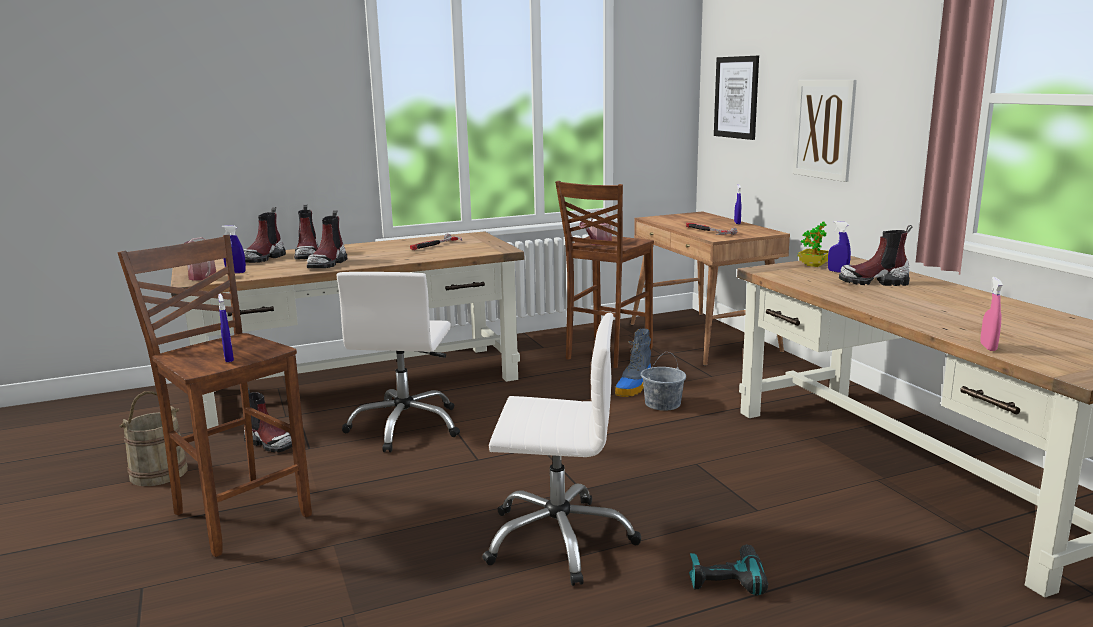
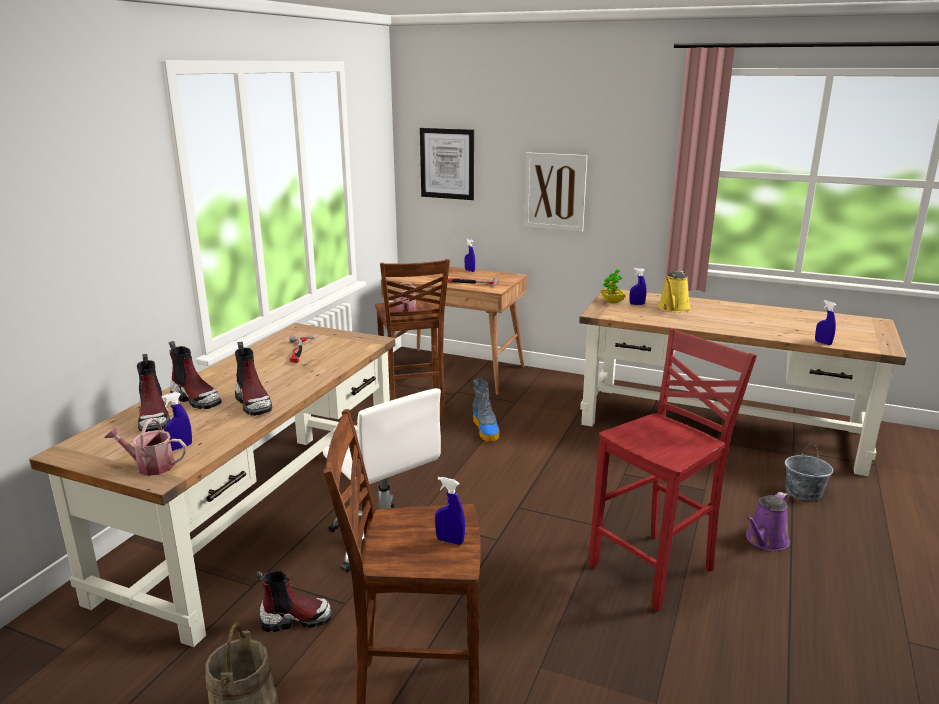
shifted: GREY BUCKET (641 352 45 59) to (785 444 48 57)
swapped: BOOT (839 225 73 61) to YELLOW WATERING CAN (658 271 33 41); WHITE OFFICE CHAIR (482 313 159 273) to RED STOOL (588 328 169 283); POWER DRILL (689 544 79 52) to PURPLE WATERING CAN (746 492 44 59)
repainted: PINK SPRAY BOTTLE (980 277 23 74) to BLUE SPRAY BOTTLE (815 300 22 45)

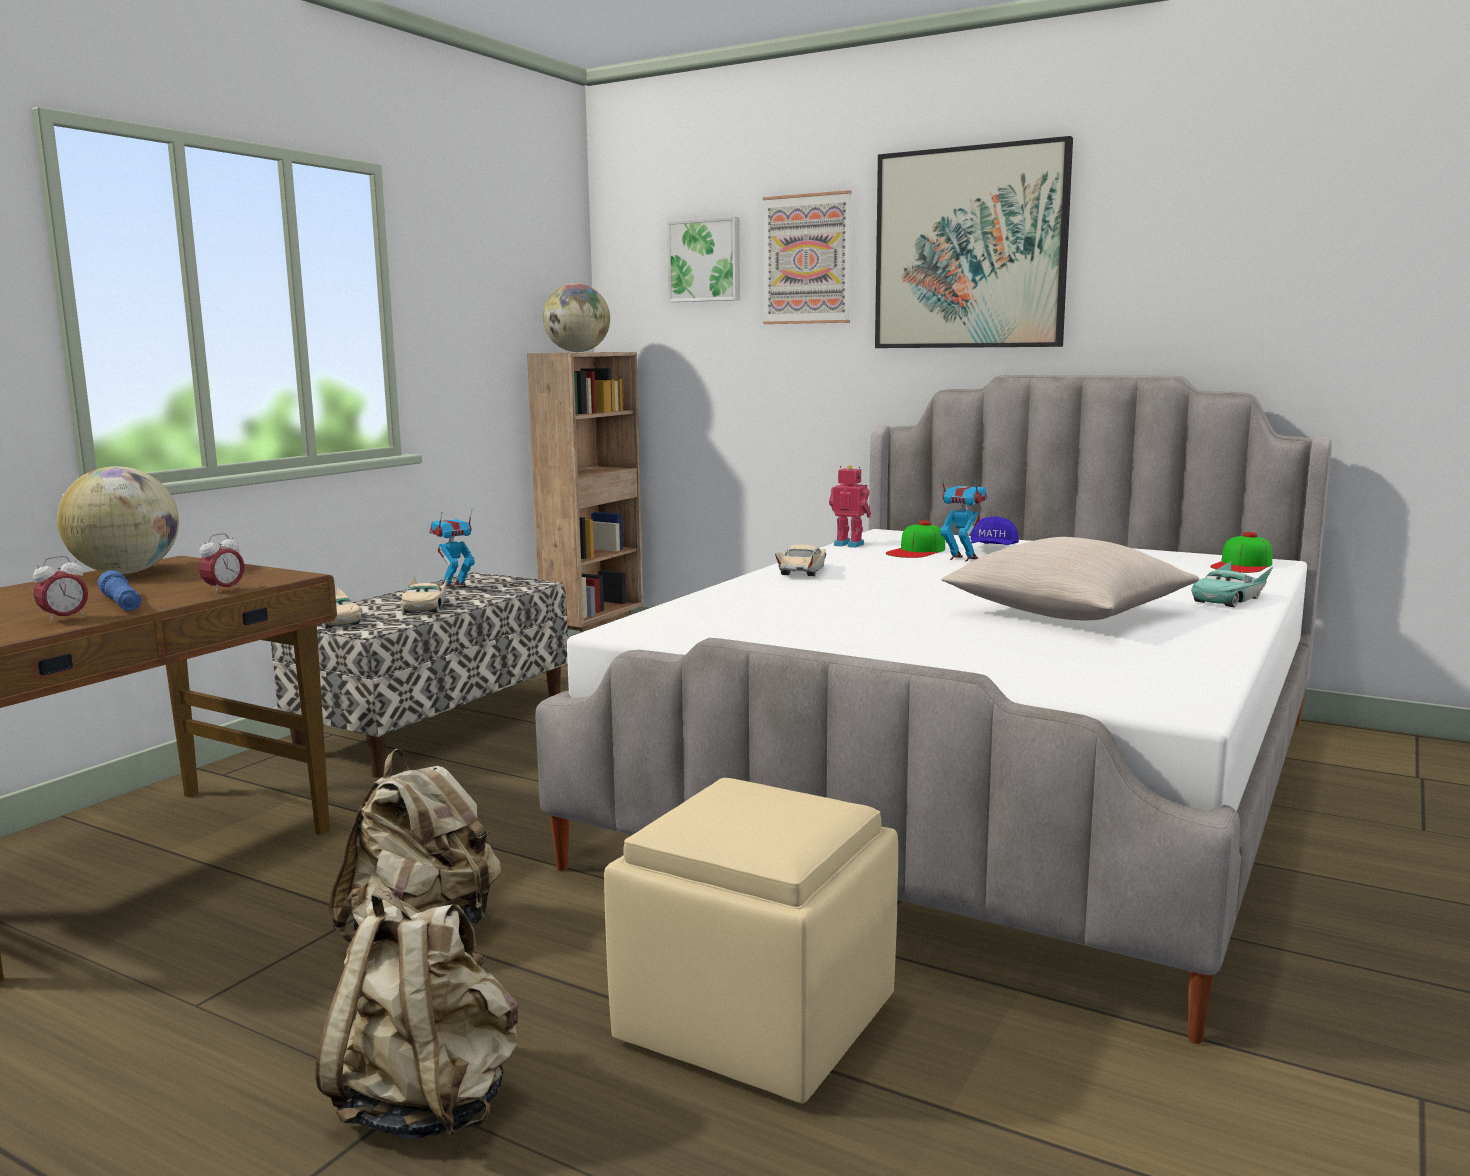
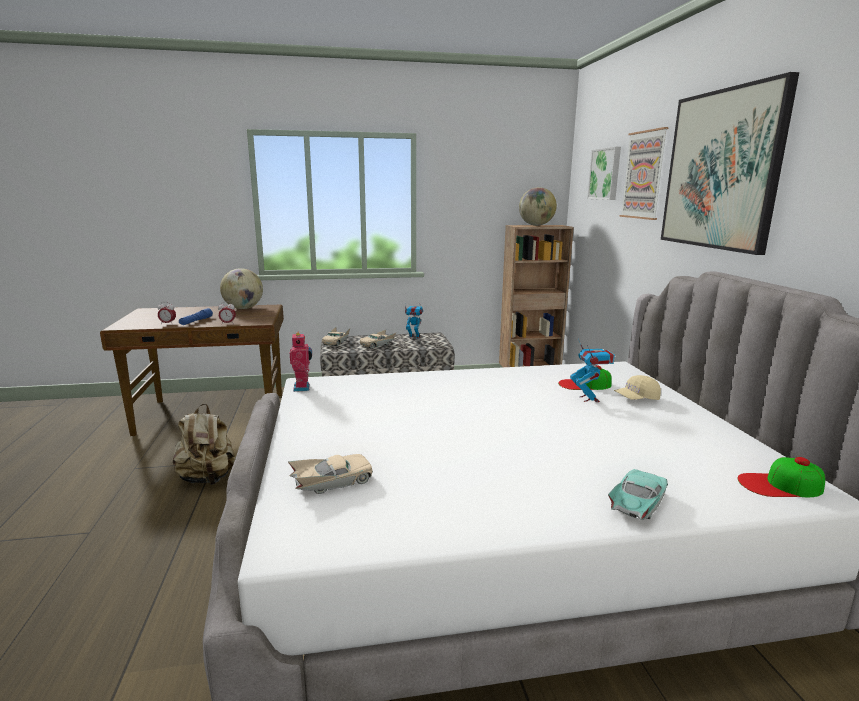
gone: BEIGE PILLOW (942 537 257 83); BEIGE OTTOMAN (604 778 294 325); BEIGE BACKPACK (316 889 202 249)
shifted: TOY ROBOT (829 465 42 83) to (290 332 22 60); BEIGE TOY CAR (775 545 51 31) to (288 454 85 40)
repainted: BLUE CAP (970 516 49 29) to BEIGE CAP (614 375 47 25)
rotated: TURQUOISE TOY CAR (1191 561 82 46) = (608 469 60 51) 120 degrees clockwise

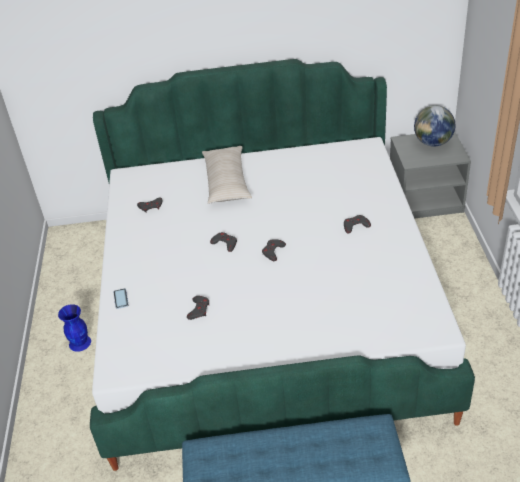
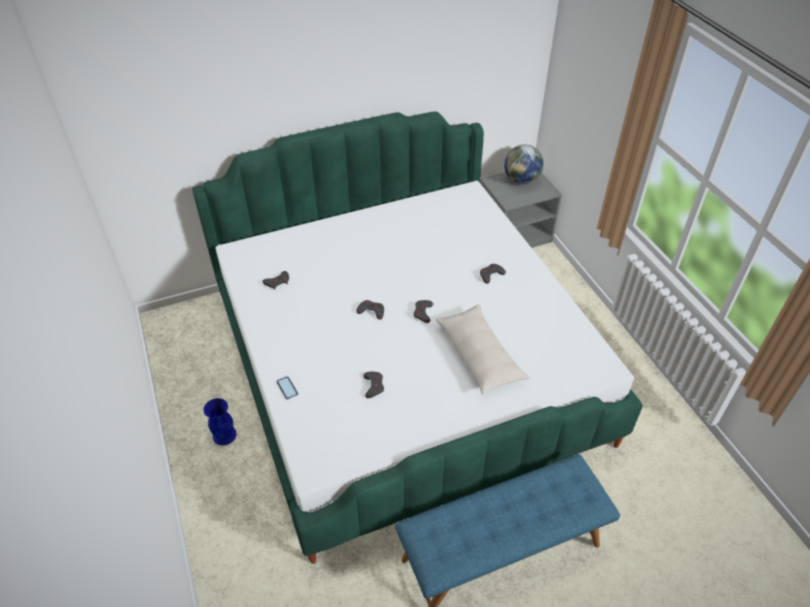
shifted: BEIGE PILLOW (202 146 50 58) to (436 305 94 90)

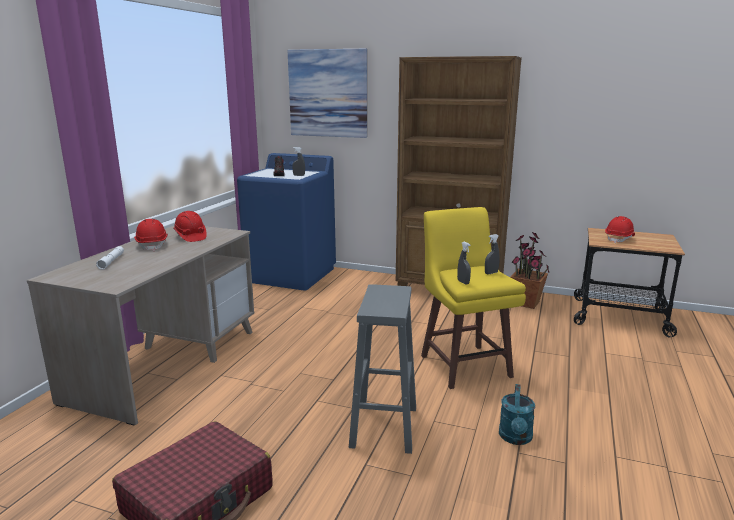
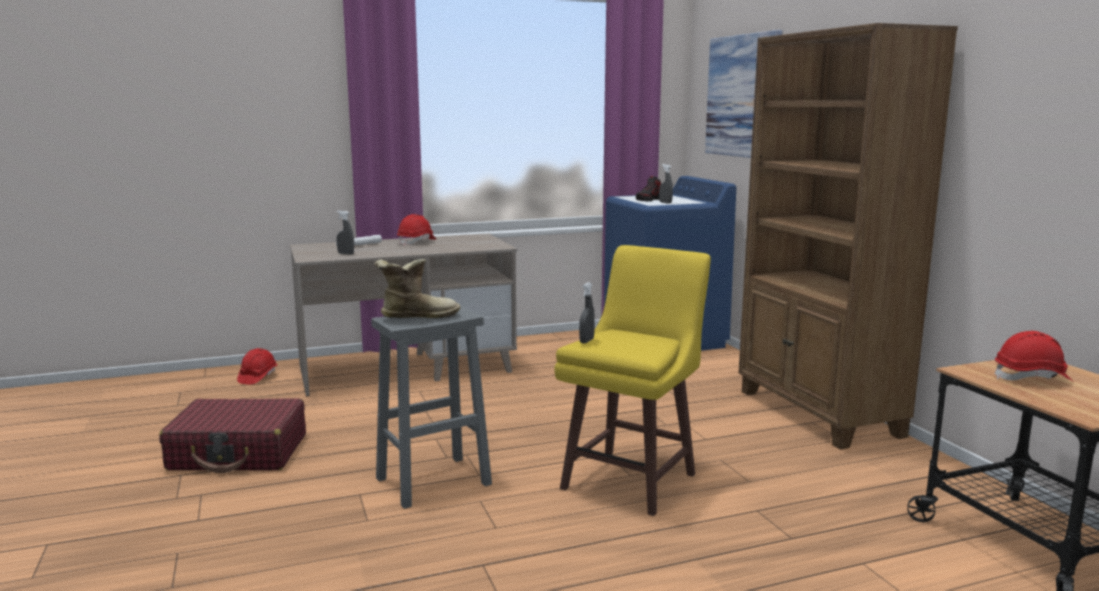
gone: POTTED PLANT (511 232 38 77); TURQUOISE WATERING CAN (499 384 36 61)
new: BOOT (374 259 86 59)
shifted: RED HARD HAT (173 211 34 31) to (237 348 40 37); GREY SPRAY BOTTLE (485 234 15 40) to (336 211 18 44)

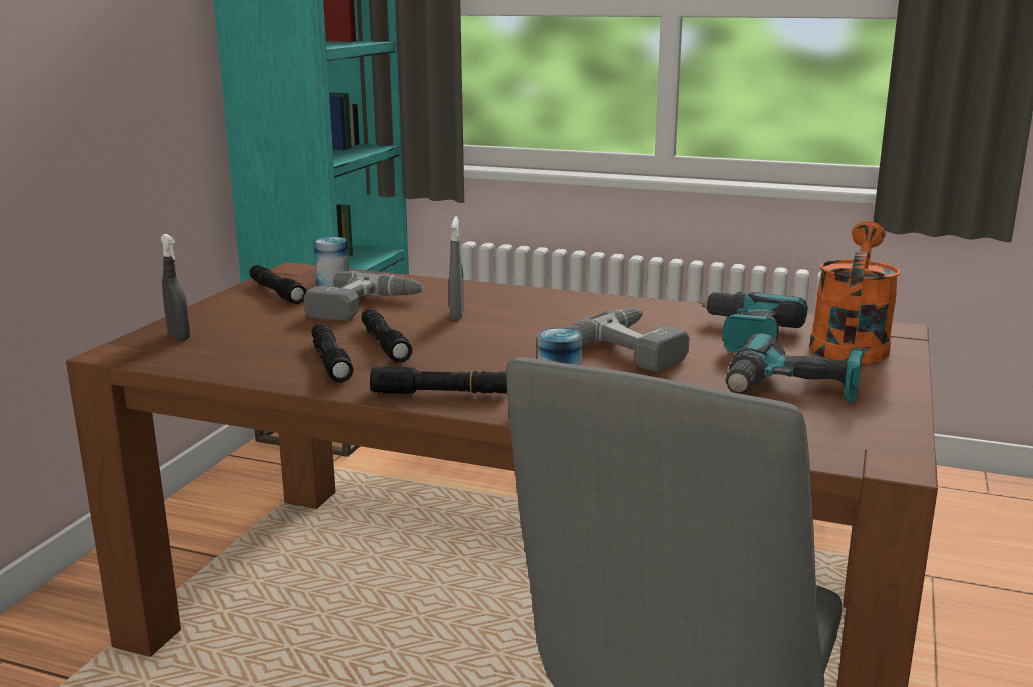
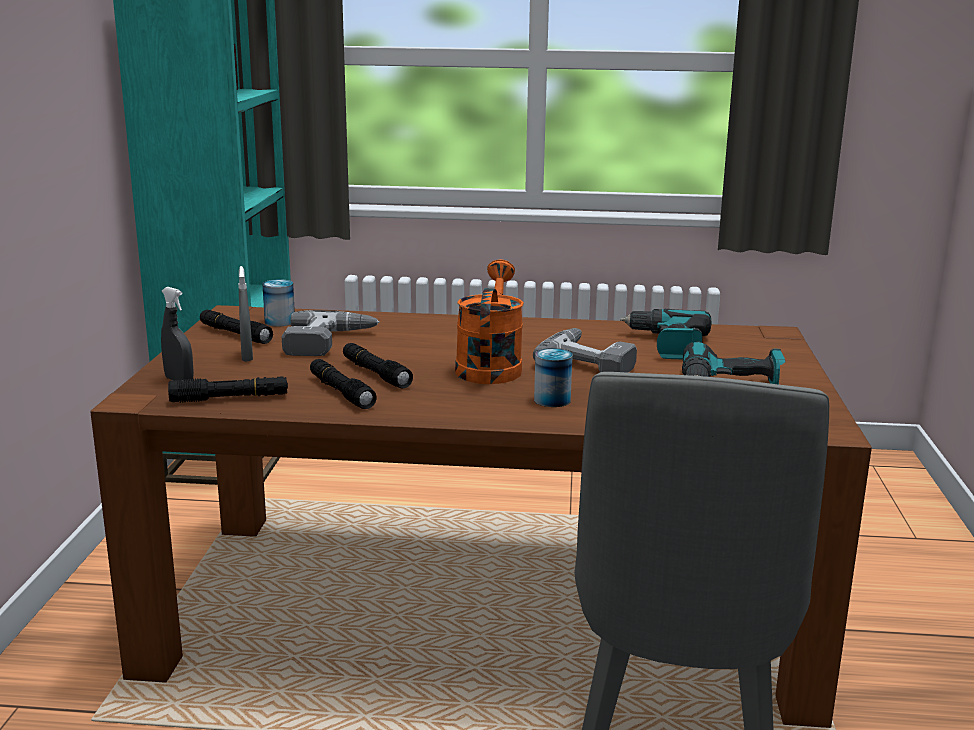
shifted: GREY SPRAY BOTTLE (449 216 15 104) to (238 266 15 96); ORANGE WATERING CAN (809 221 92 143) to (455 259 69 125); BLACK FLASHLIGHT (370 366 137 28) to (168 376 120 27)

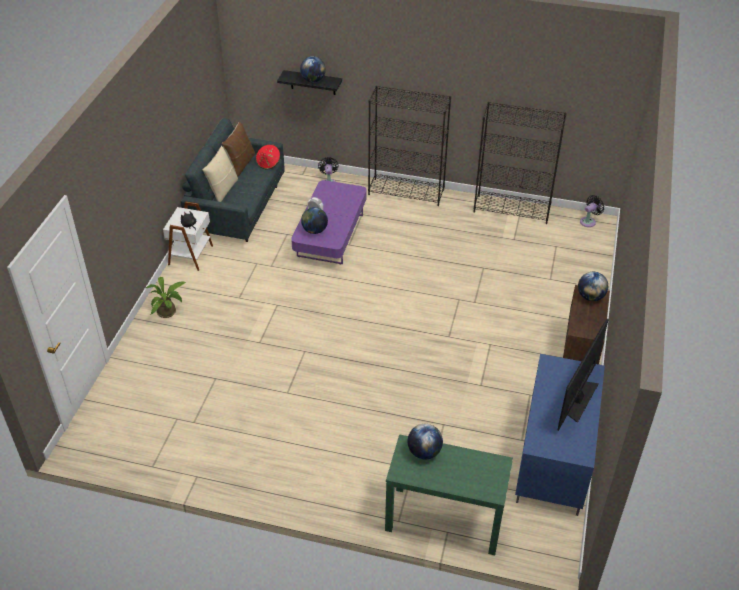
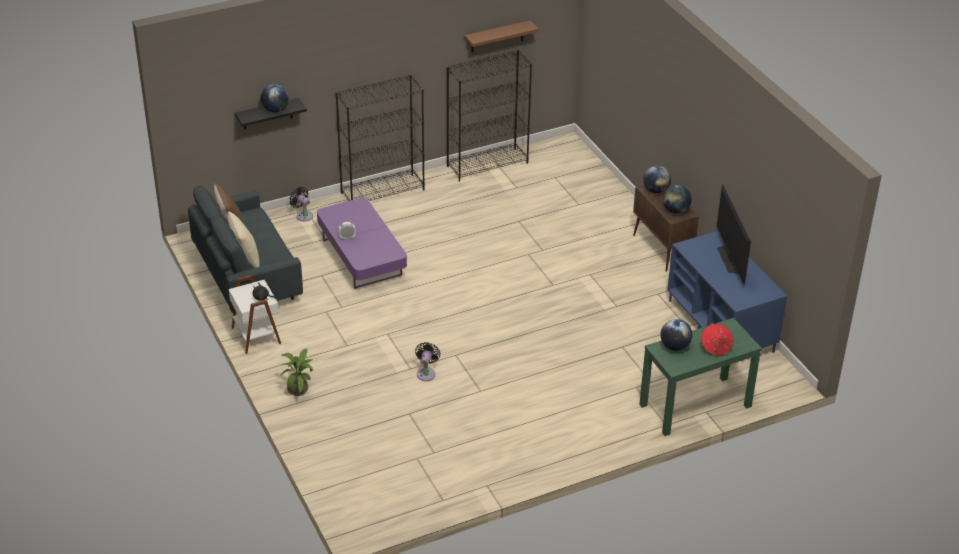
new: BROWN SHELF (465 20 74 32)
shifted: RED HAT (256 144 24 25) to (701 323 32 33); BLACK FAN (580 195 24 32) to (415 342 26 39); GLOBE (301 207 27 27) to (663 185 29 29)

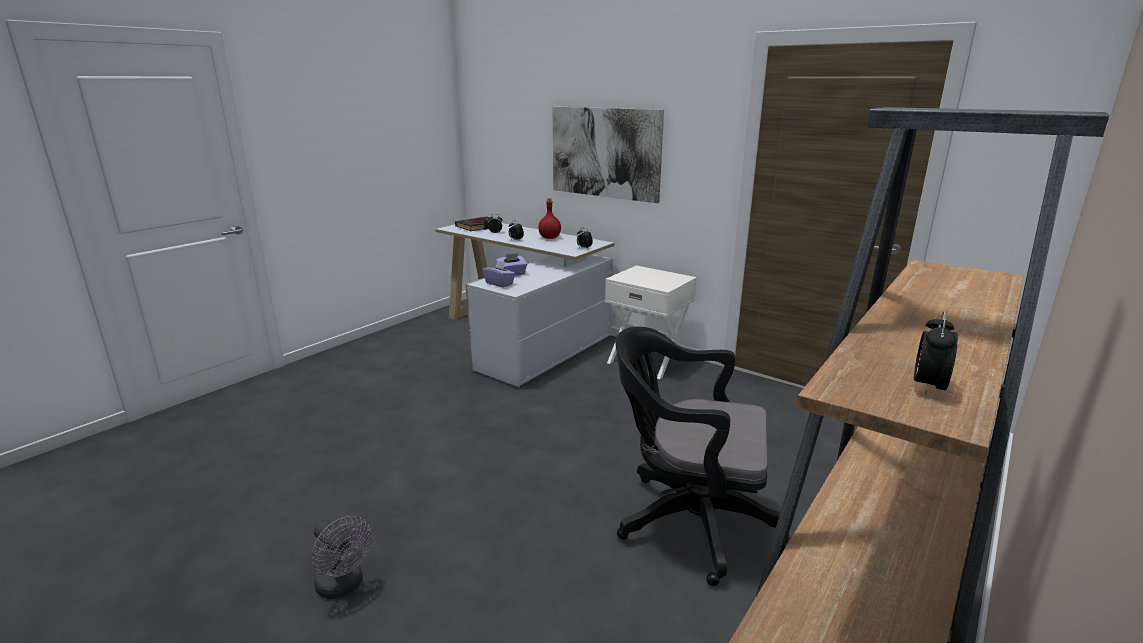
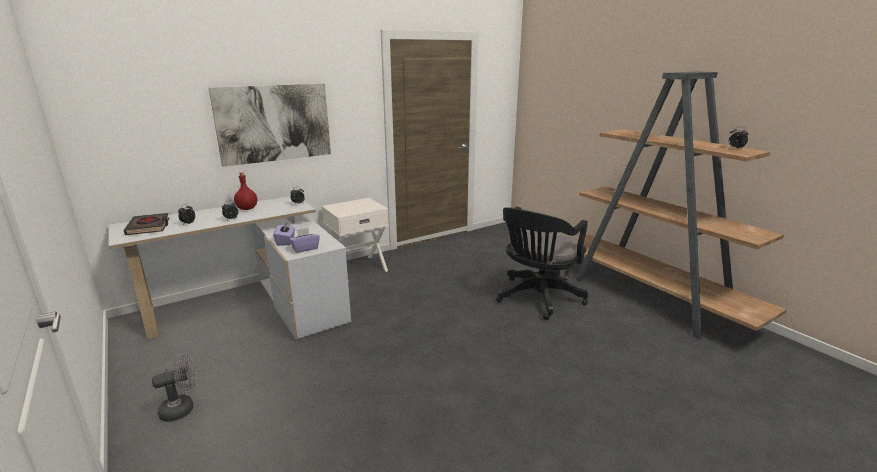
shifted: GREY FAN (312 516 60 83) to (152 353 45 69)

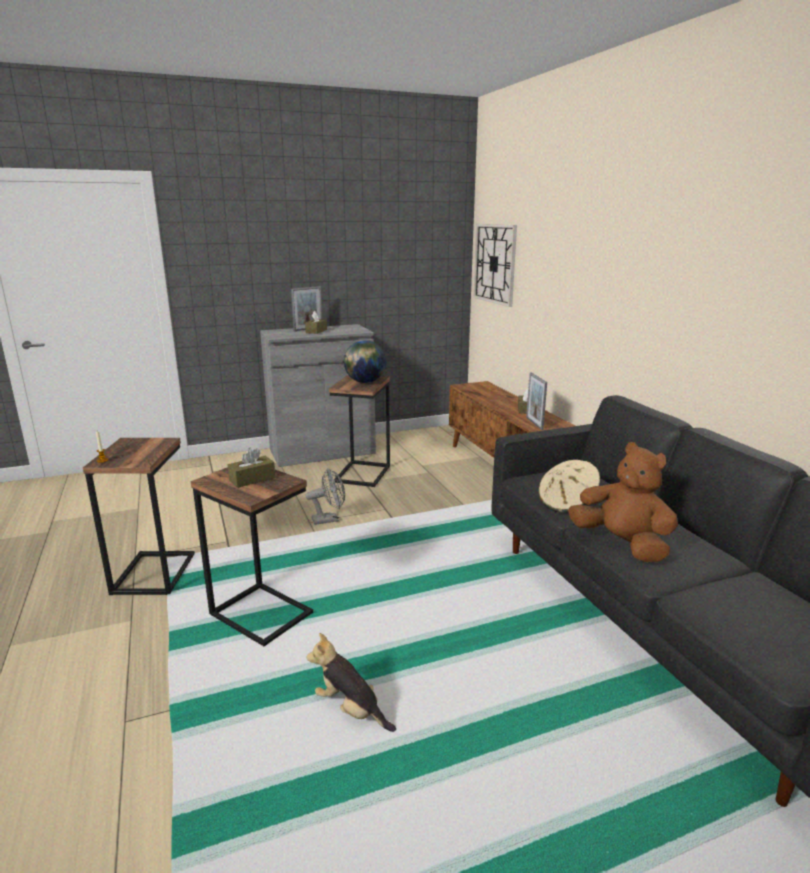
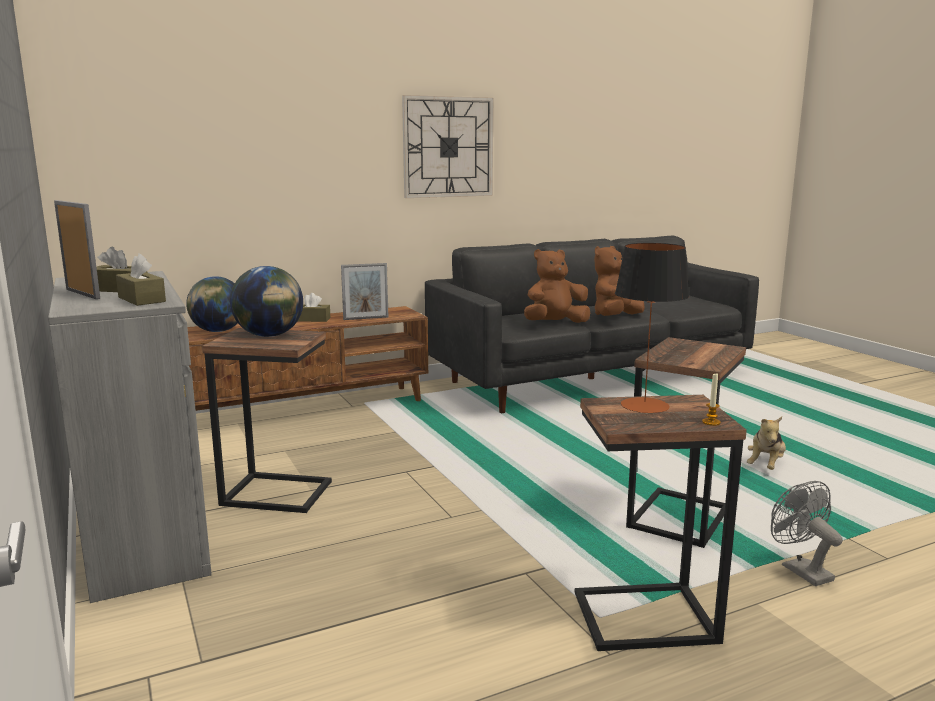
new: TABLE LAMP (615 243 74 170); GLOBE (186 276 52 56)
shifted: WALL CLOCK (474 224 43 83) to (402 95 91 103); BROWN TISSUE BOX (228 447 48 41) to (116 253 50 53); GREY FAN (305 468 40 57) to (771 481 72 105)
swapped: BEIGE HAT (538 460 62 53) to BROWN PLUSH TOY (524 249 66 74)

